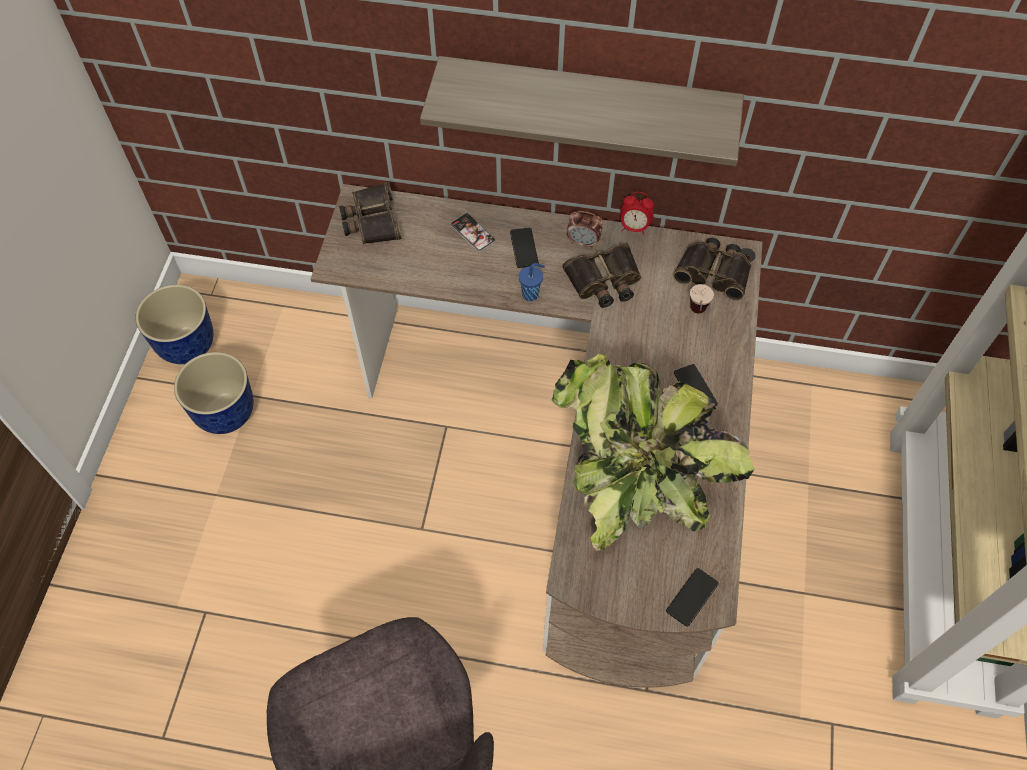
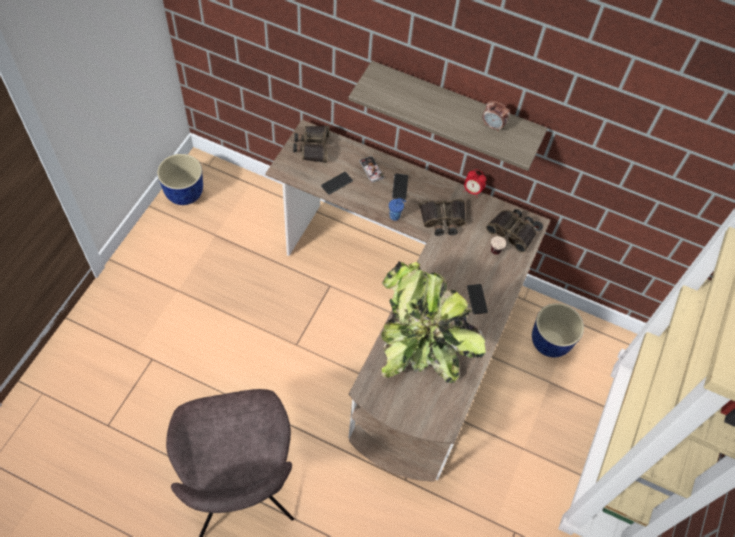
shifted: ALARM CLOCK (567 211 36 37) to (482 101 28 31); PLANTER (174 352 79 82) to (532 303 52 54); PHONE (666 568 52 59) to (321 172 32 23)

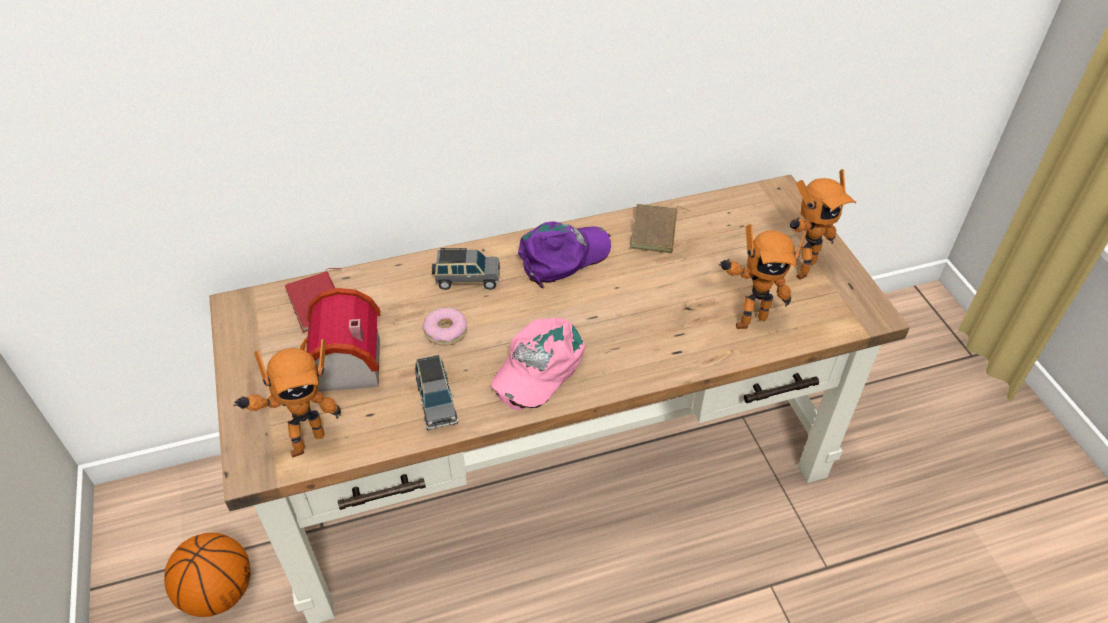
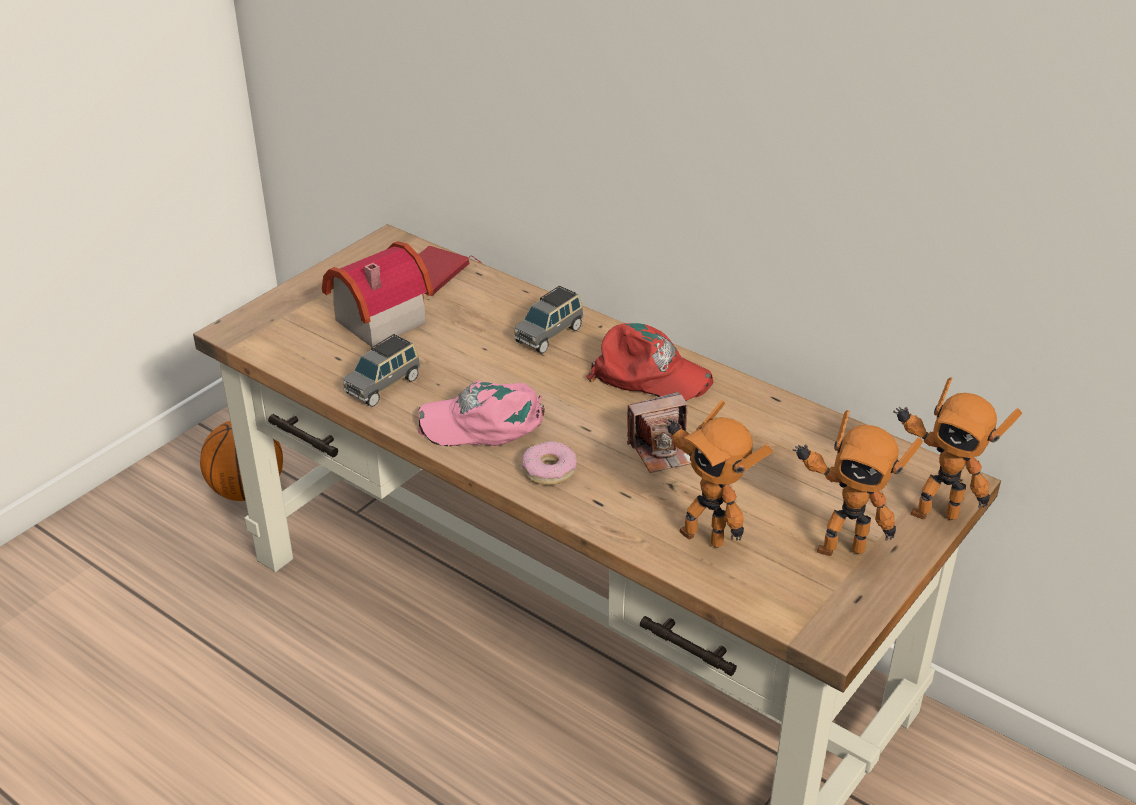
gone: BROWN BOOK (630 204 61 49)
new: PHOTO CAMERA (627 392 64 81)
shifted: DONUT (423 307 44 39) to (522 441 55 44); TOY ROBOT (233 339 108 119) to (893 377 129 143)
repainted: PURPLE CAP (518 221 93 67) to RED CAP (586 323 127 78)
rotated: GREY TOY CAR (432 248 68 42) = (514 285 69 69) 75 degrees clockwise

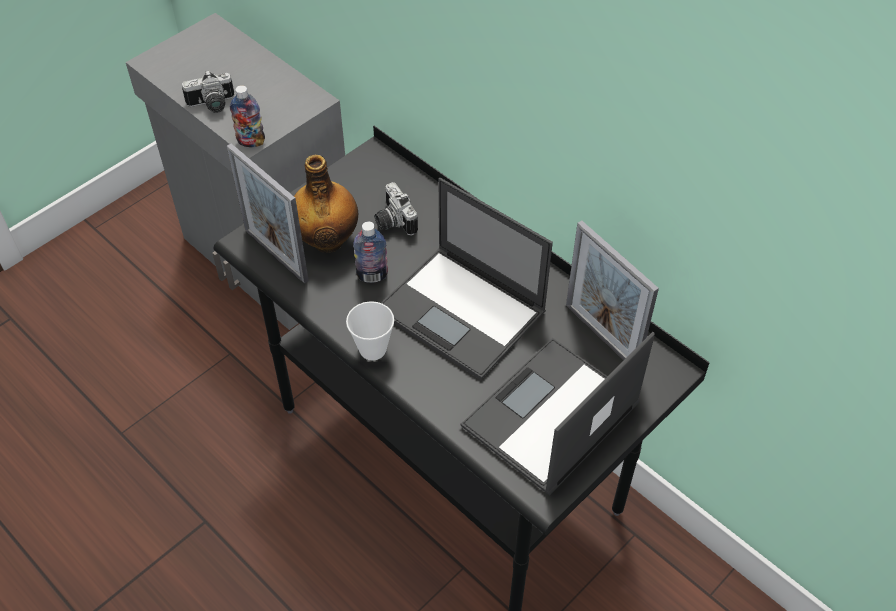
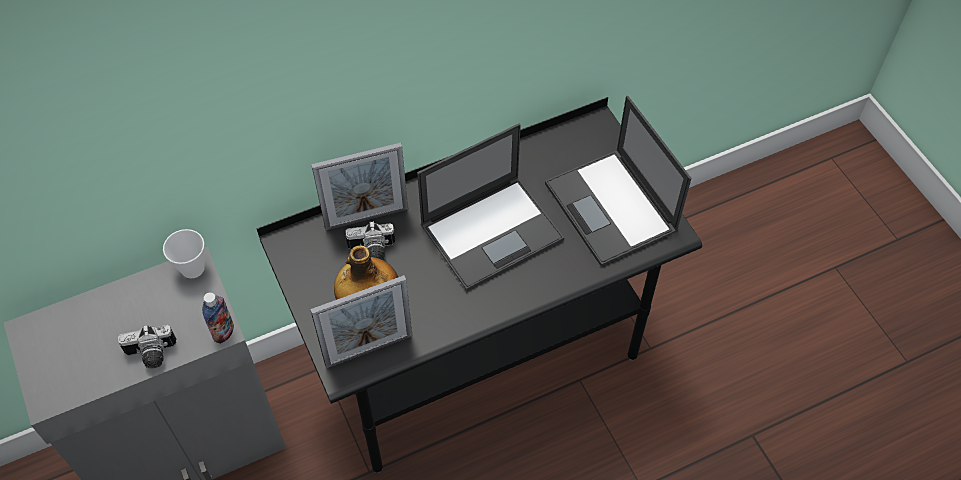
gone: BOTTLE (353 221 35 62)
shifted: PICTURE FRAME (566 221 93 139) to (311 143 97 87); CUP (346 301 48 59) to (163 229 42 49)
rotated: PHOTO CAMERA (182 70 52 43) = (118 324 59 44) 75 degrees clockwise

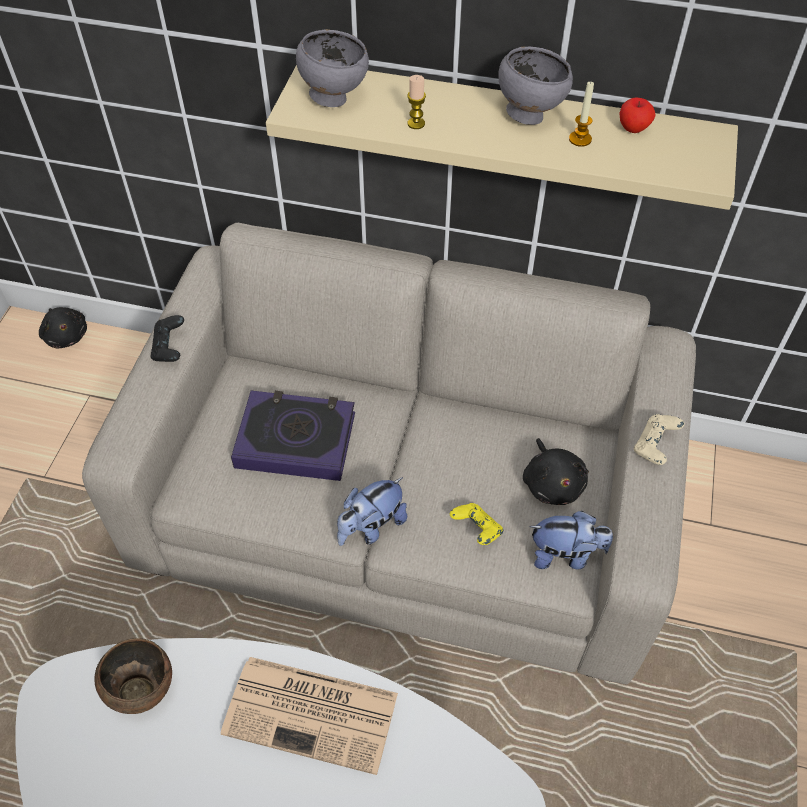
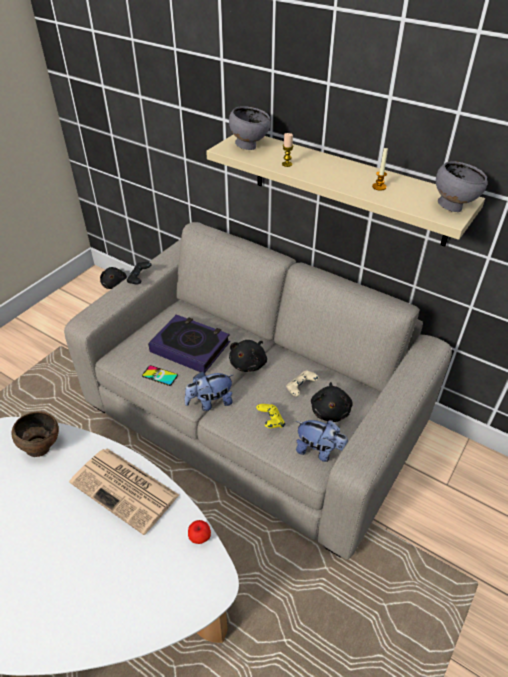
new: BLACK PLUSH TOY (229 340 38 32); PHONE (142 365 36 21)
shifted: GREY BOWL (498 46 75 79) to (436 161 51 51); APPLE (620 97 35 36) to (188 520 23 24); BEIGE GAME CONTROLLER (634 414 50 51) to (286 370 33 26)

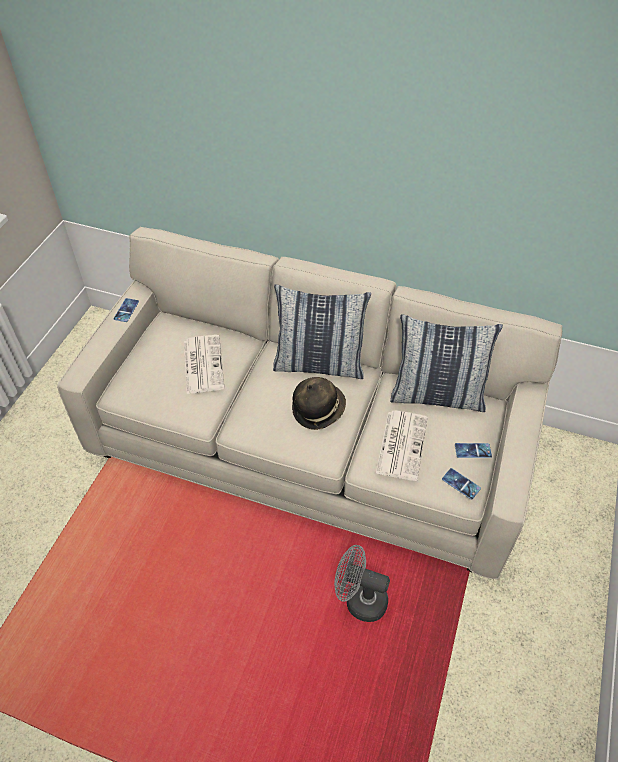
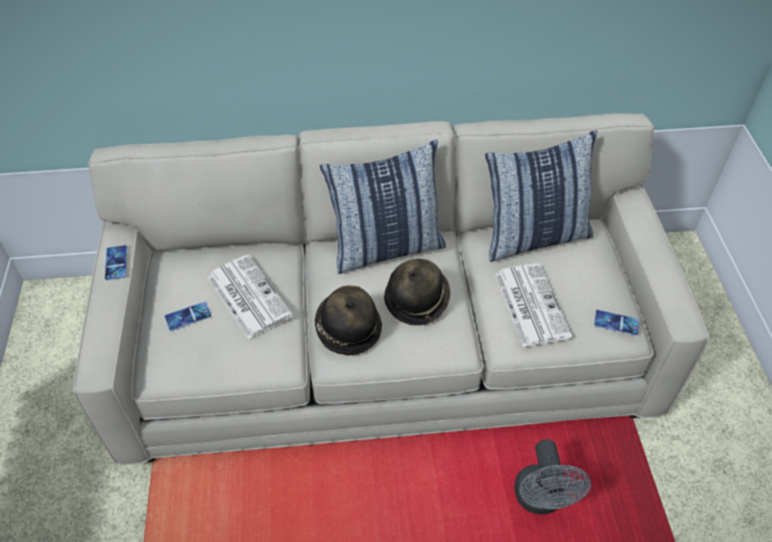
new: HAT (315 286 67 69)
shifted: PHONE (455 443 37 15) to (165 302 46 29)
rotated: GREY FAN (334 545 56 77) = (514 439 77 75) 90 degrees counterclockwise

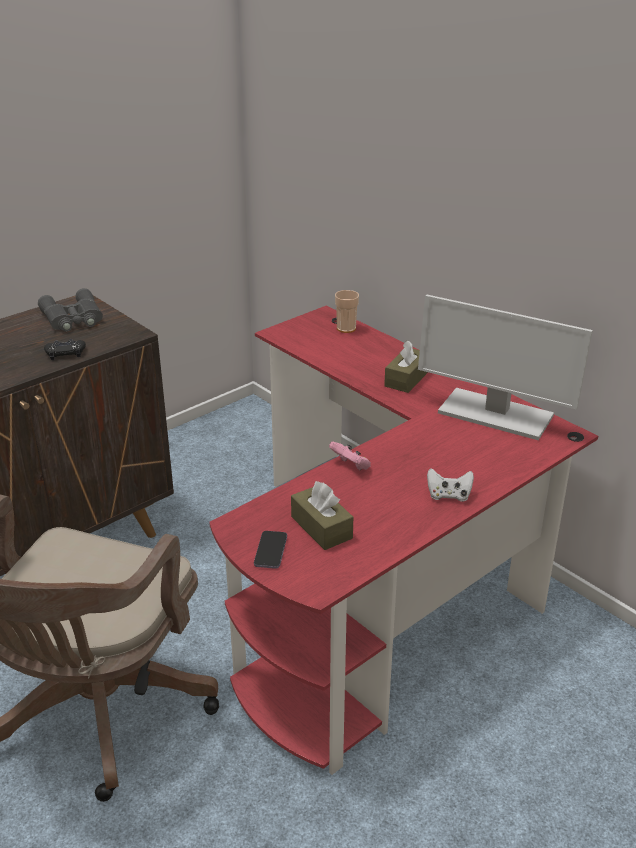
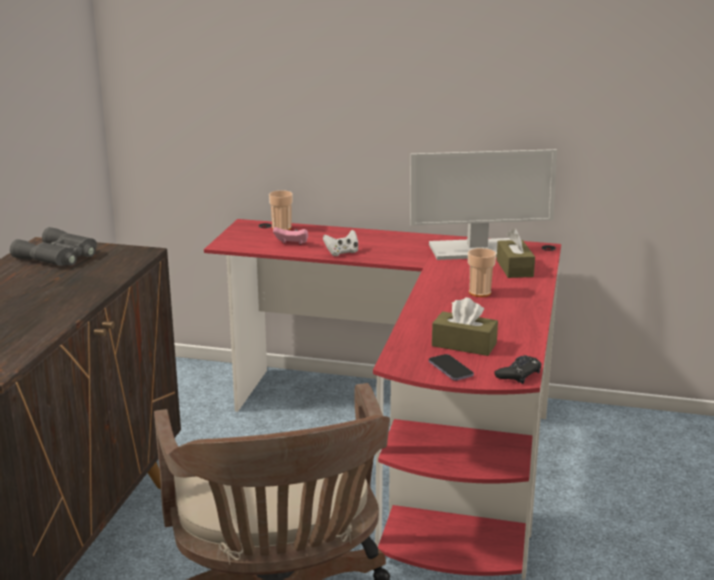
new: CUP (468 248 28 49)
shifted: BLACK GAME CONTROLLER (44 339 42 21) to (495 355 47 29); BROWN TISSUE BOX (384 340 44 53) to (497 228 38 50); PINK GAME CONTROLLER (329 441 42 29) to (273 227 35 17); WHITE GAME CONTROLLER (427 468 47 34) to (323 230 36 26)

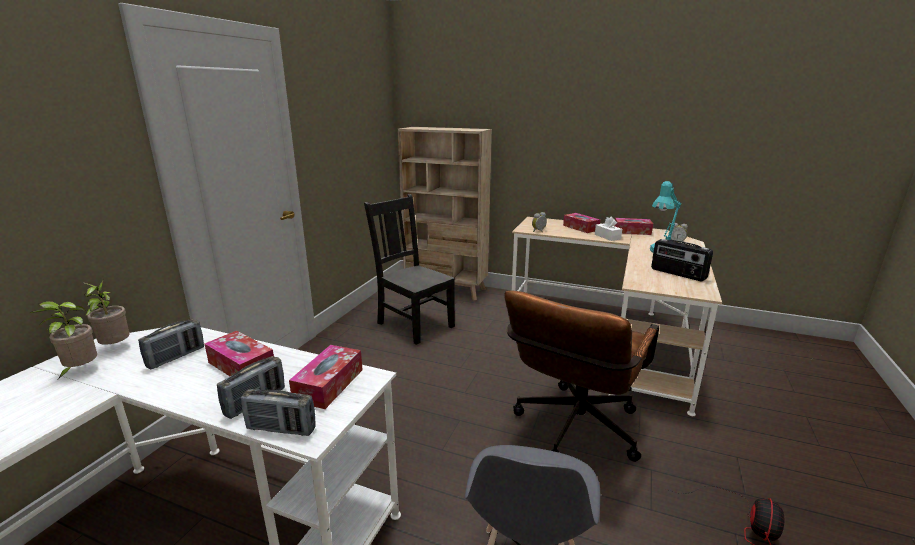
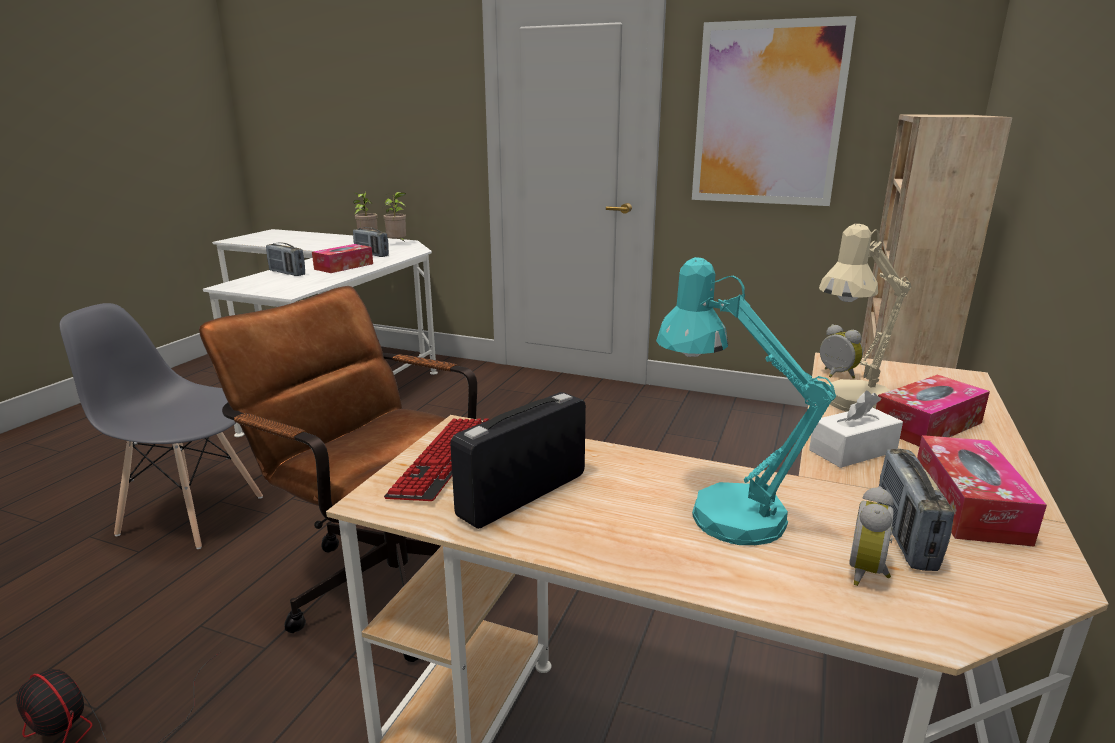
gone: BLACK CHAIR (364 194 91 151); TISSUE BOX (289 345 74 64)
new: PICTURE (692 16 164 190); BEIGE TABLE LAMP (819 224 93 188); KEYBOARD (384 418 105 83)
shifted: RADIO (241 389 75 47) to (879 449 75 122)

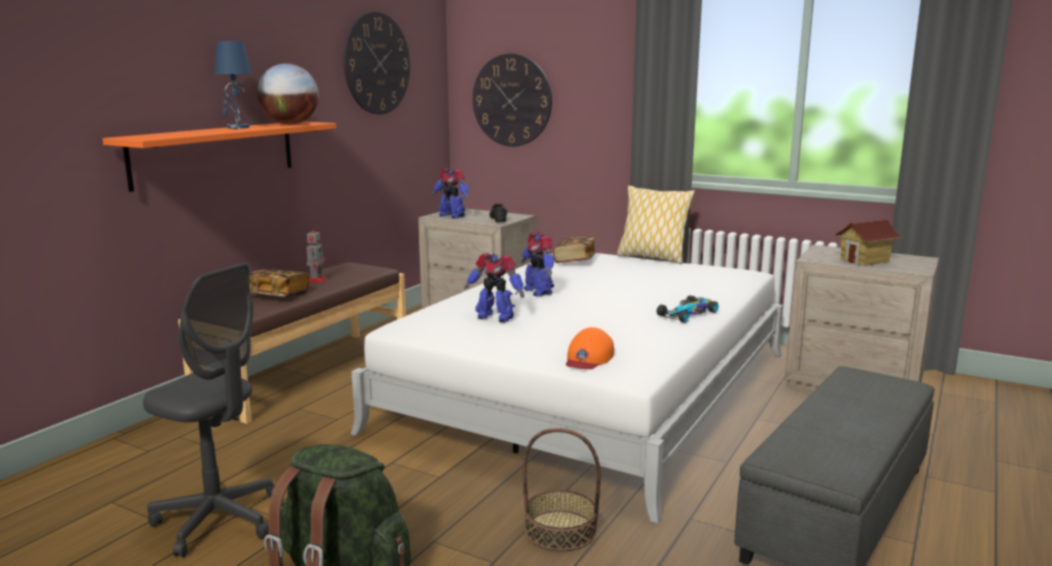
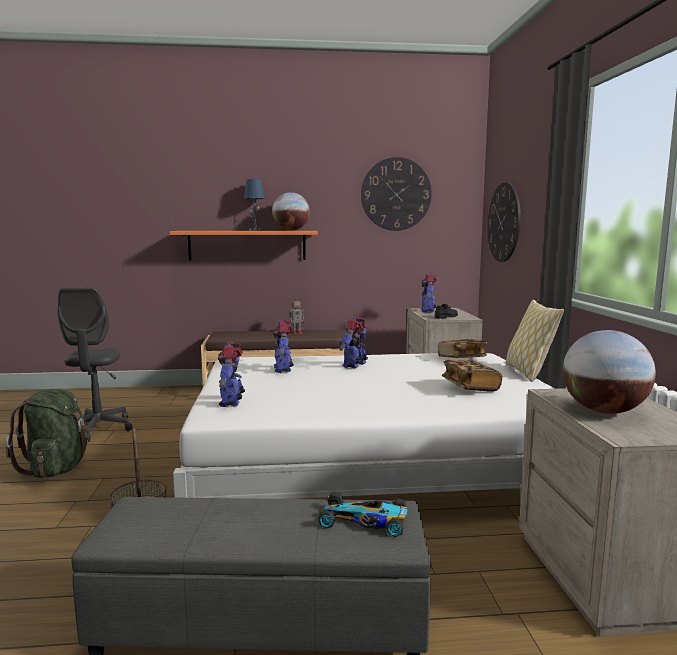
shifted: BOOK (250 269 59 28) to (442 360 60 32); TOY CAR (657 295 62 28) to (318 492 90 45)
swapped: TOY HOUSE (833 219 71 47) to GLOBE (563 330 93 84); ORANGE CAP (566 327 48 42) to TOY ROBOT (218 341 27 66)

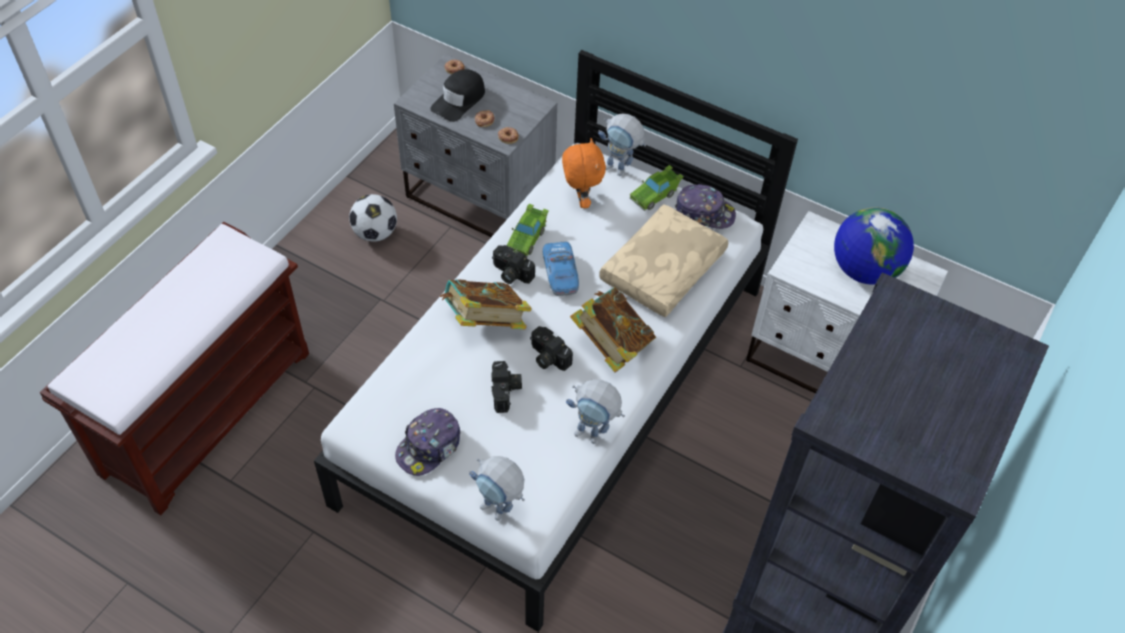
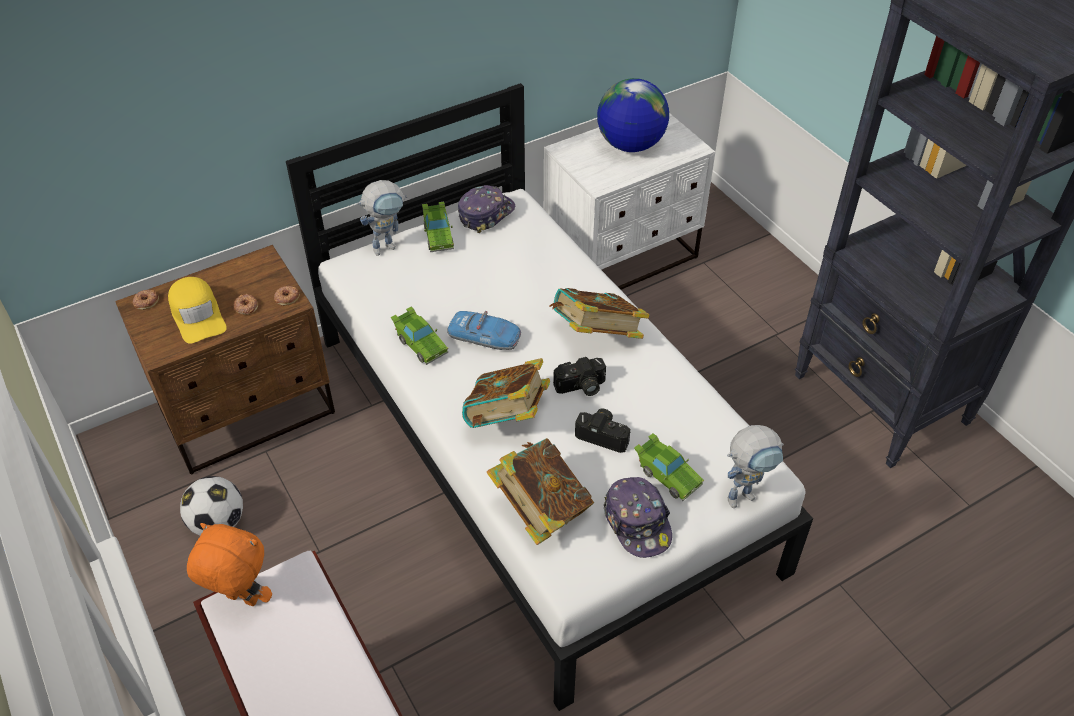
gone: BEIGE PILLOW (599 204 129 113); PHOTO CAMERA (492 245 43 39); TOY ROBOT (566 379 59 65)
new: GREEN TOY CAR (634 433 70 68); BOOK (486 438 108 107)
shifted: ORANGE PLUSH TOY (562 138 44 70) to (187 523 85 83)
repainted: GREY NIGHTSTAND (394 54 163 183) to BROWN NIGHTSTAND (115 245 220 229); BLACK CAP (430 69 55 53) to YELLOW CAP (168 277 59 67)

